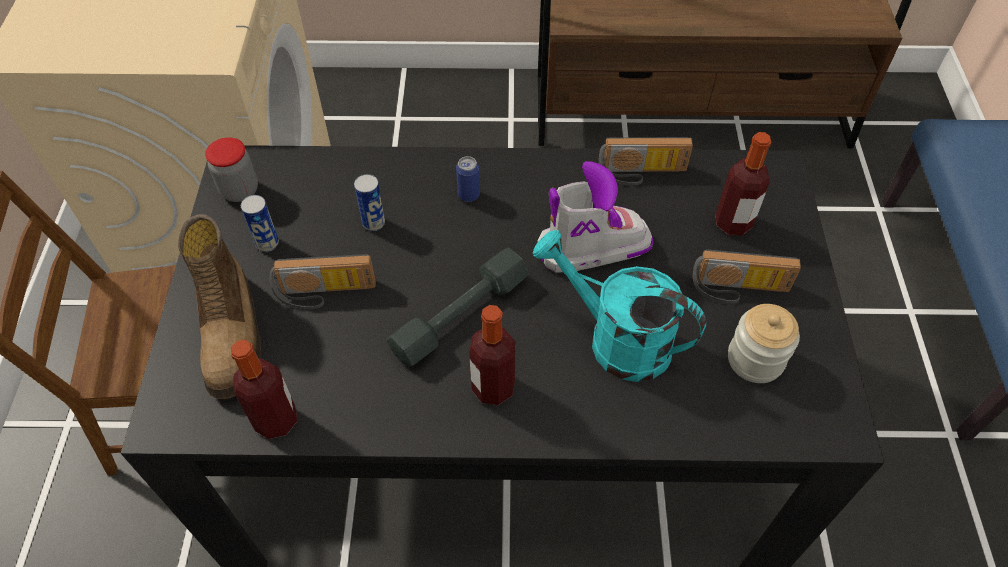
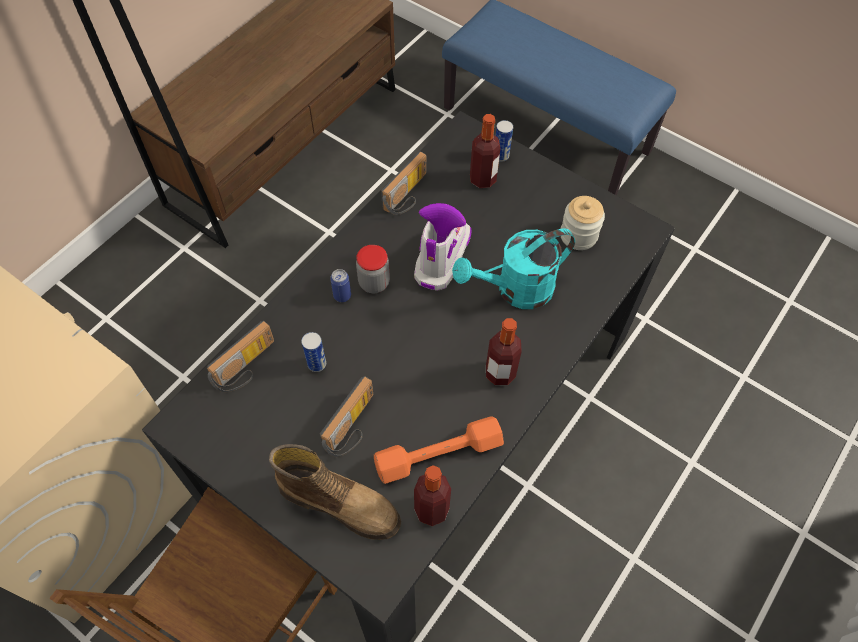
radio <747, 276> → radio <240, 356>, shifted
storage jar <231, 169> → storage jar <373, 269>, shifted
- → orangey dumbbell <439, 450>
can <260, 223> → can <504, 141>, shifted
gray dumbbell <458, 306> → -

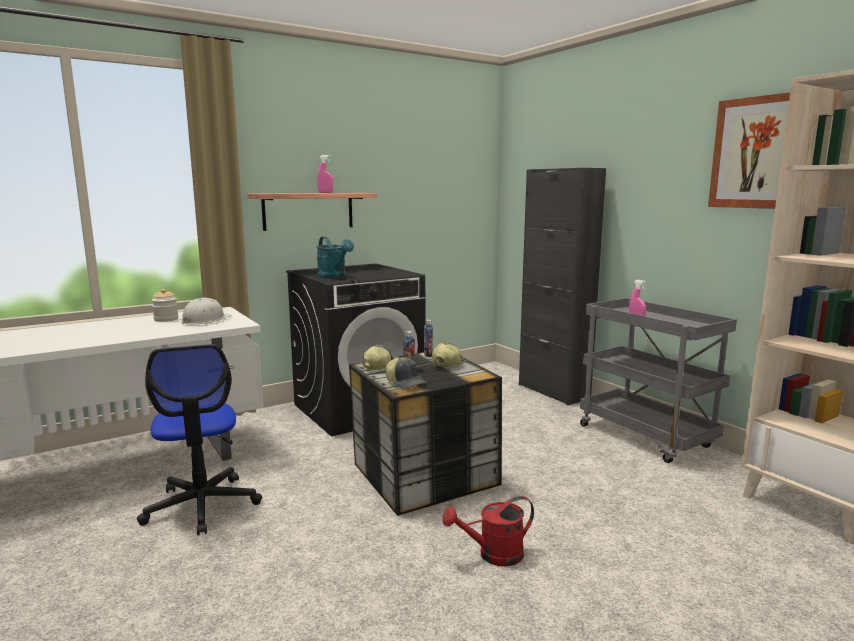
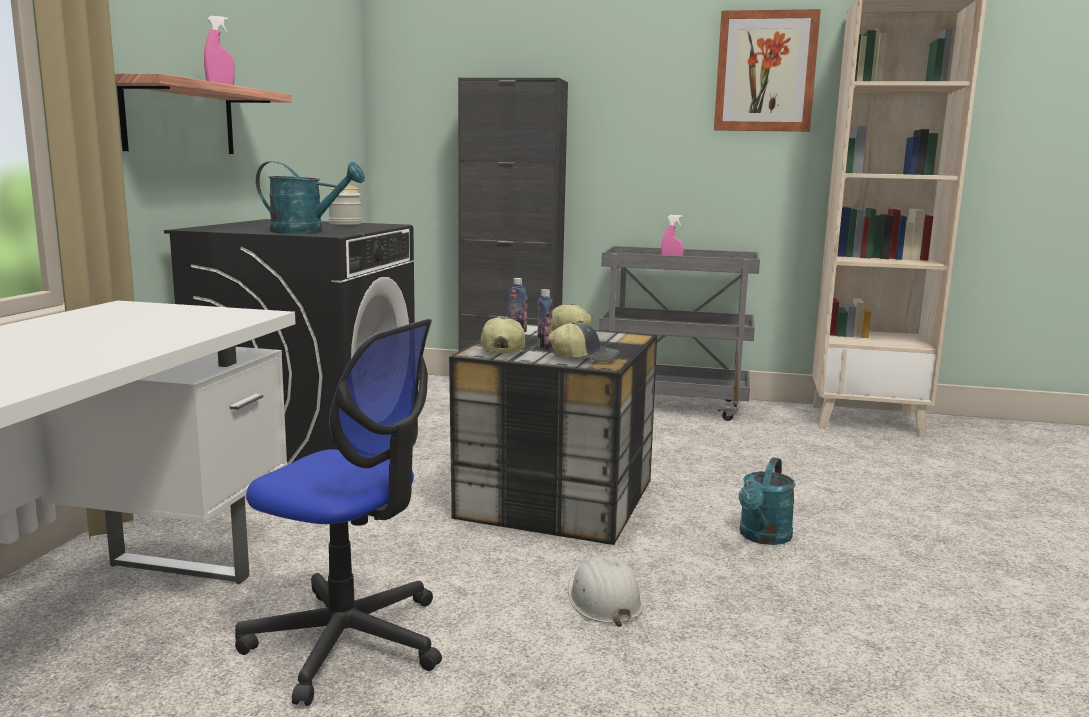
storage jar <165, 305> → storage jar <345, 205>, shifted
white-coloured work helmet <206, 311> → white-coloured work helmet <606, 590>, shifted
reddish sprinkling can <488, 531> → turquoise-coloured sprinkling can <767, 501>

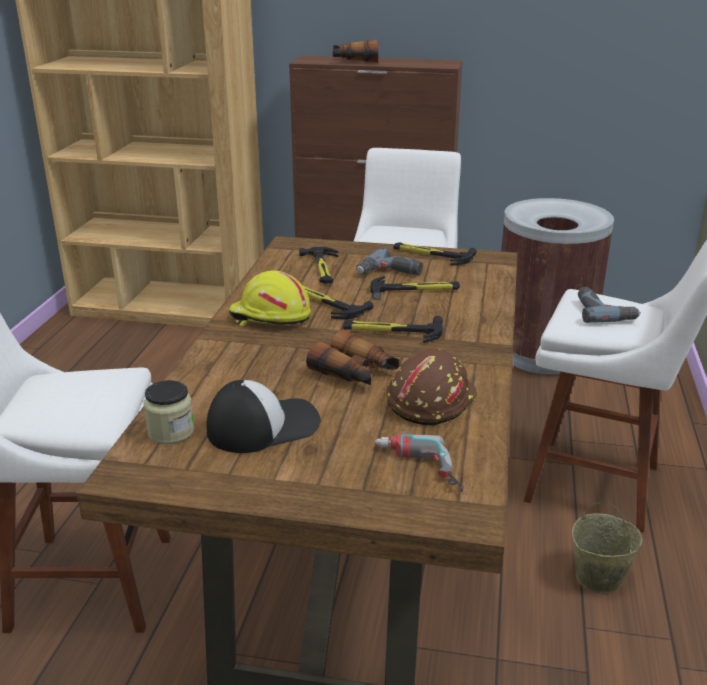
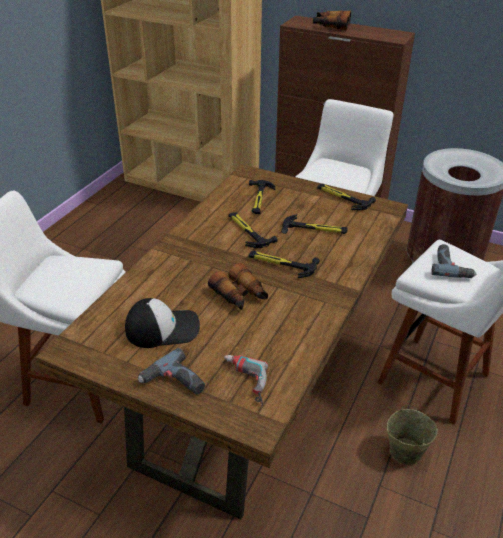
drill <389, 261> → drill <171, 371>, shifted
storage jar <169, 412> → -
yellowish work helmet <270, 298> → -
brown-coloured work helmet <432, 387> → -

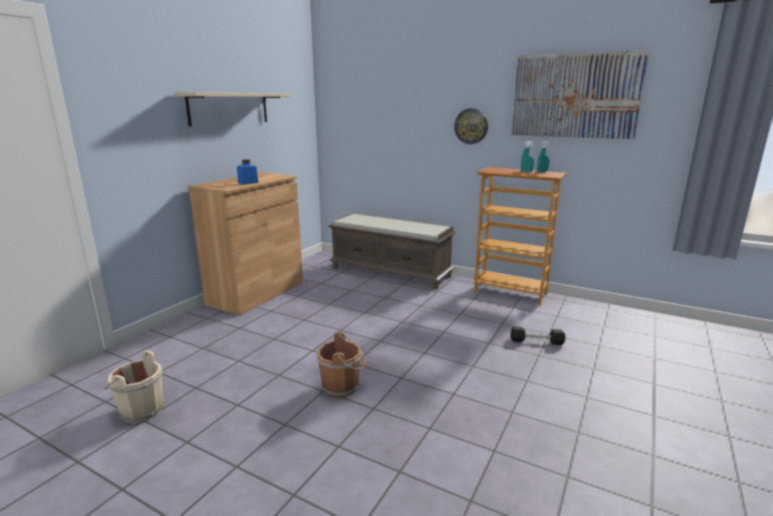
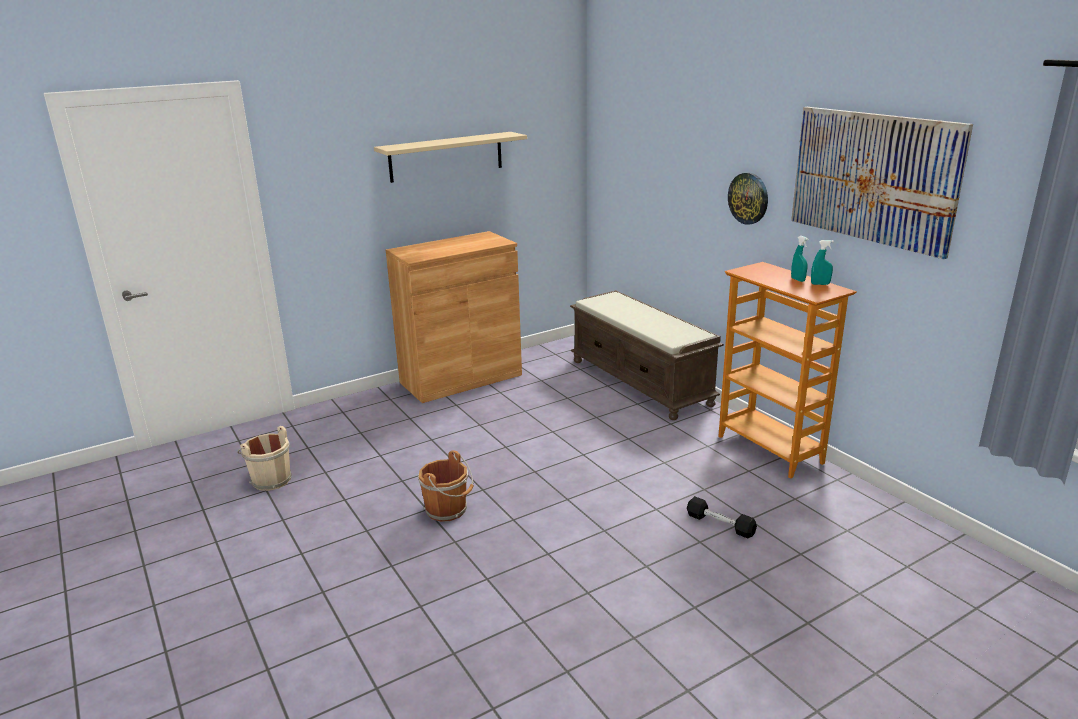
blue storage jar <247, 172> → -

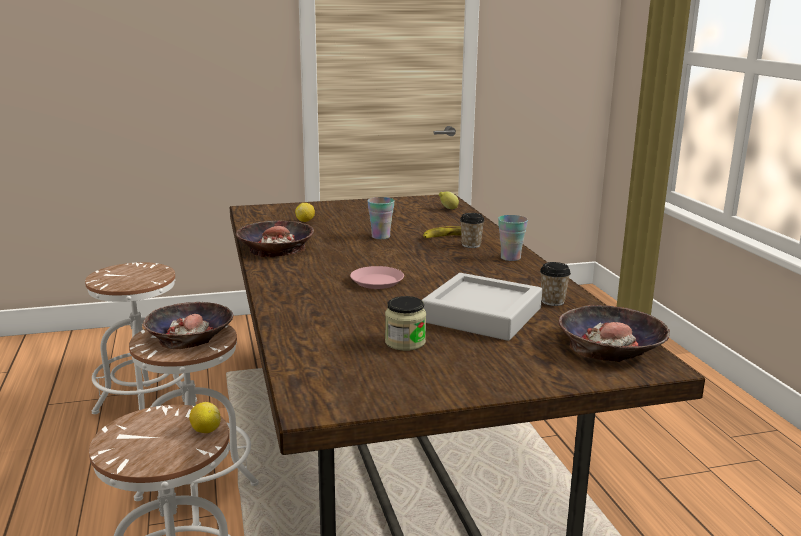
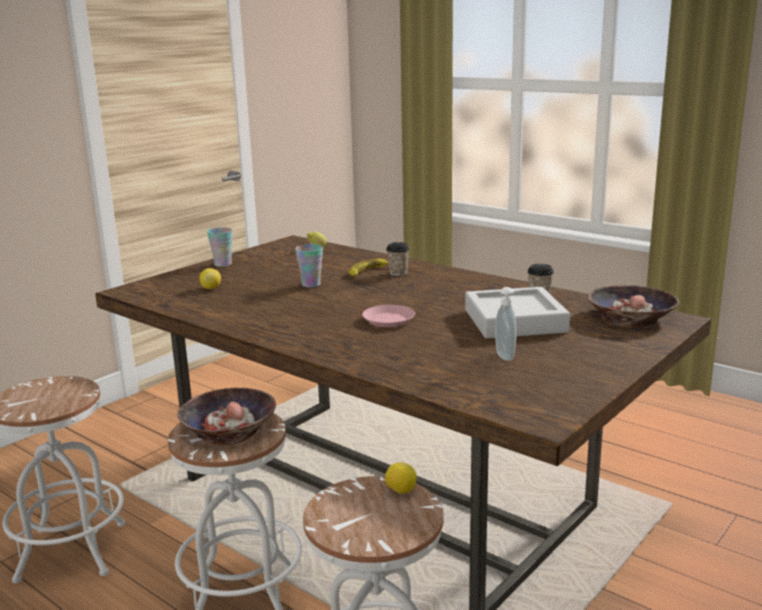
small cup <513, 238> → small cup <220, 247>, shifted
storage jar <405, 323> → liquid soap bottle <507, 324>
deep dish <275, 239> → -

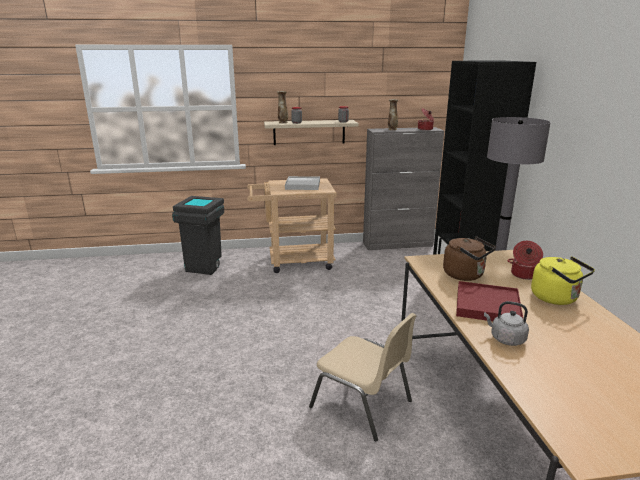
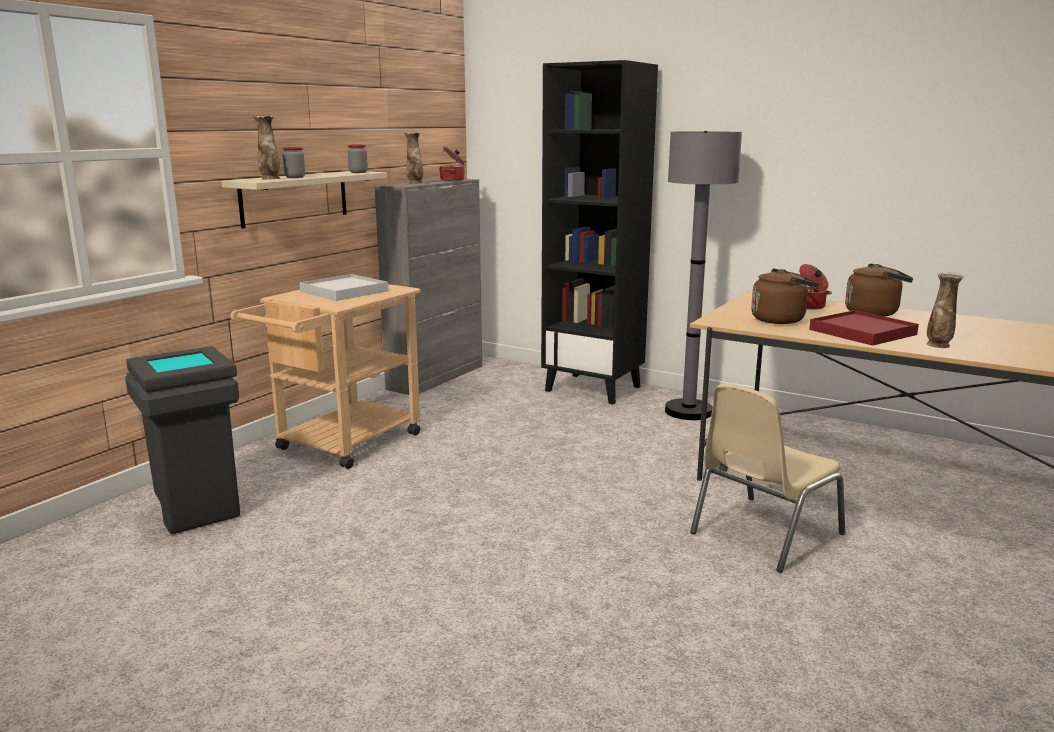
sand-coloured chair <362, 377> → sand-coloured chair <767, 478>, 150 degrees clockwise
yellowish tea kettle <563, 280> → brown-coloured tea kettle <879, 290>
gray tea kettle <506, 323> → decorative vase <945, 310>

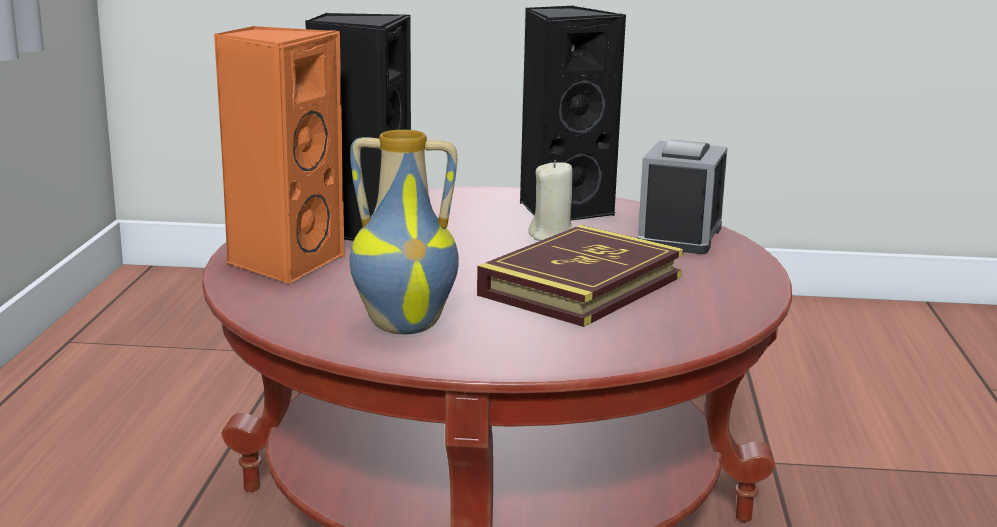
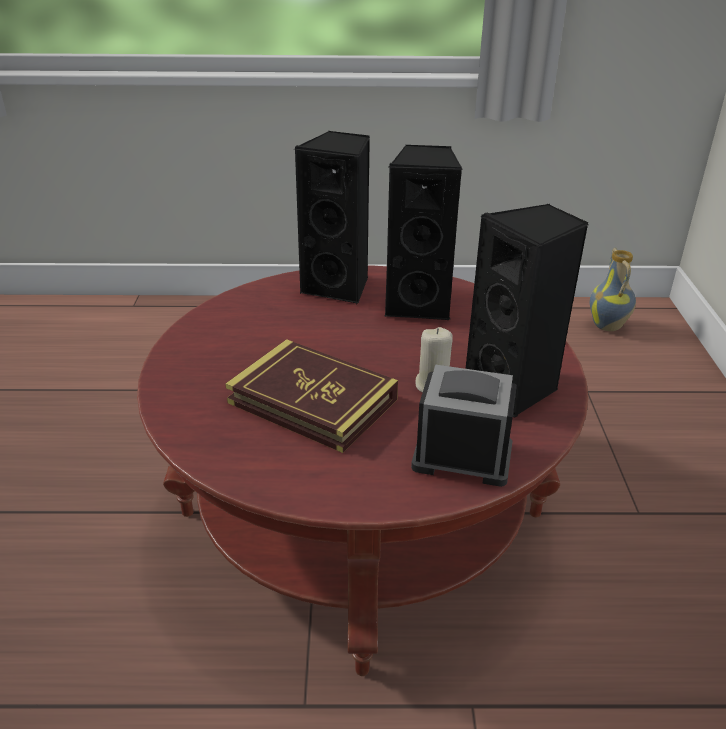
orangey loudspeaker <279, 155> → black loudspeaker <332, 217>
decorative vase <404, 232> → decorative vase <613, 289>, shifted

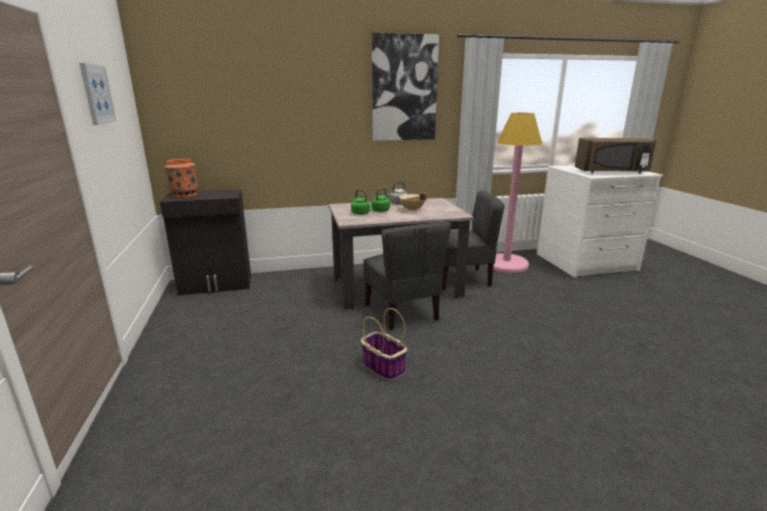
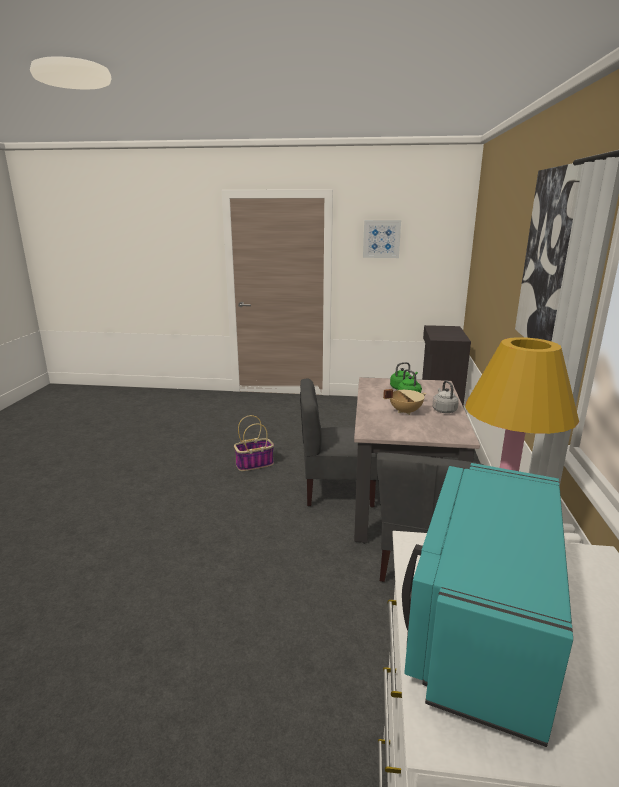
brown-coloured microwave <615, 156> → turquoise-coloured microwave <487, 605>
orangey decorative vase <181, 178> → -

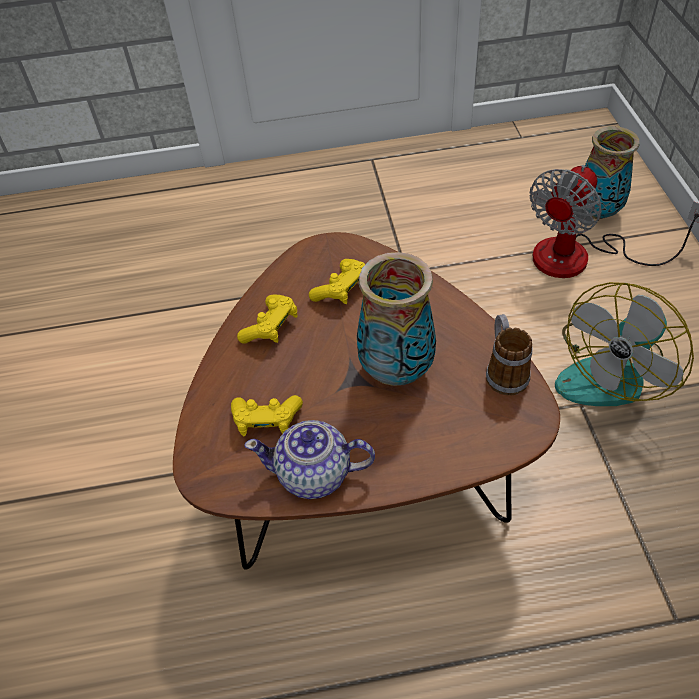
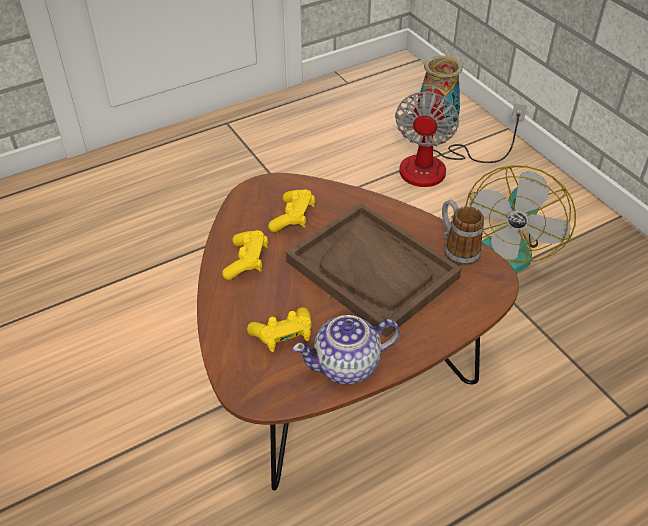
decorative vase <396, 319> → brown-coloured carrying tray <374, 270>

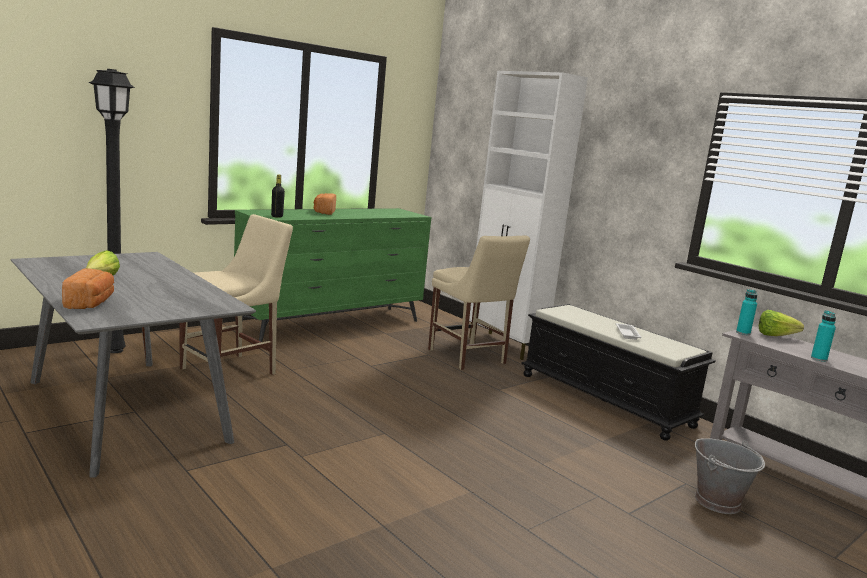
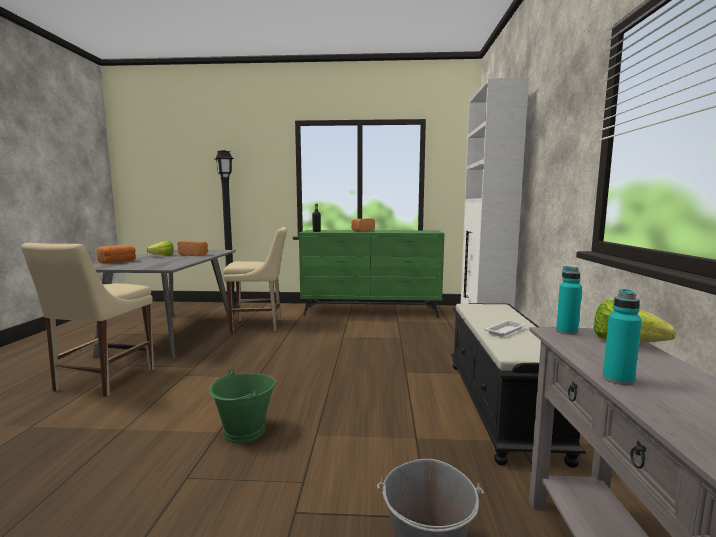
sand-coloured chair <479, 303> → sand-coloured chair <88, 320>, shifted
- → bread <193, 248>
- → greenish water bucket <243, 406>

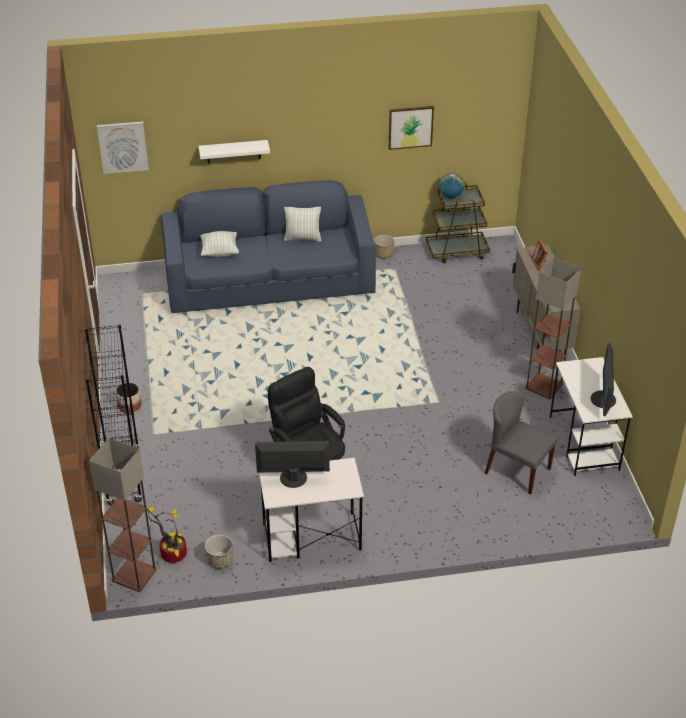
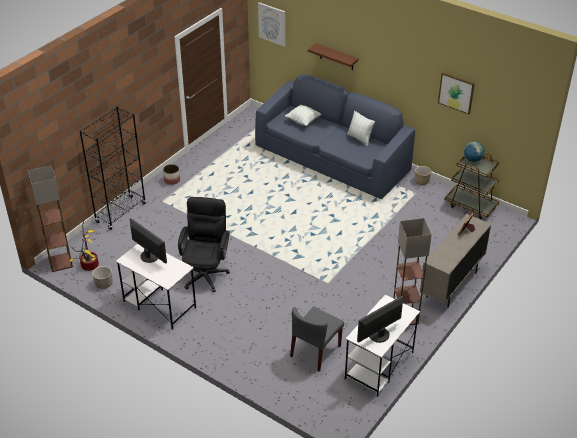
gray chair <521, 442> → gray chair <317, 339>, 135 degrees counterclockwise
white-coloured shelf <234, 152> → brown-coloured shelf <333, 56>

